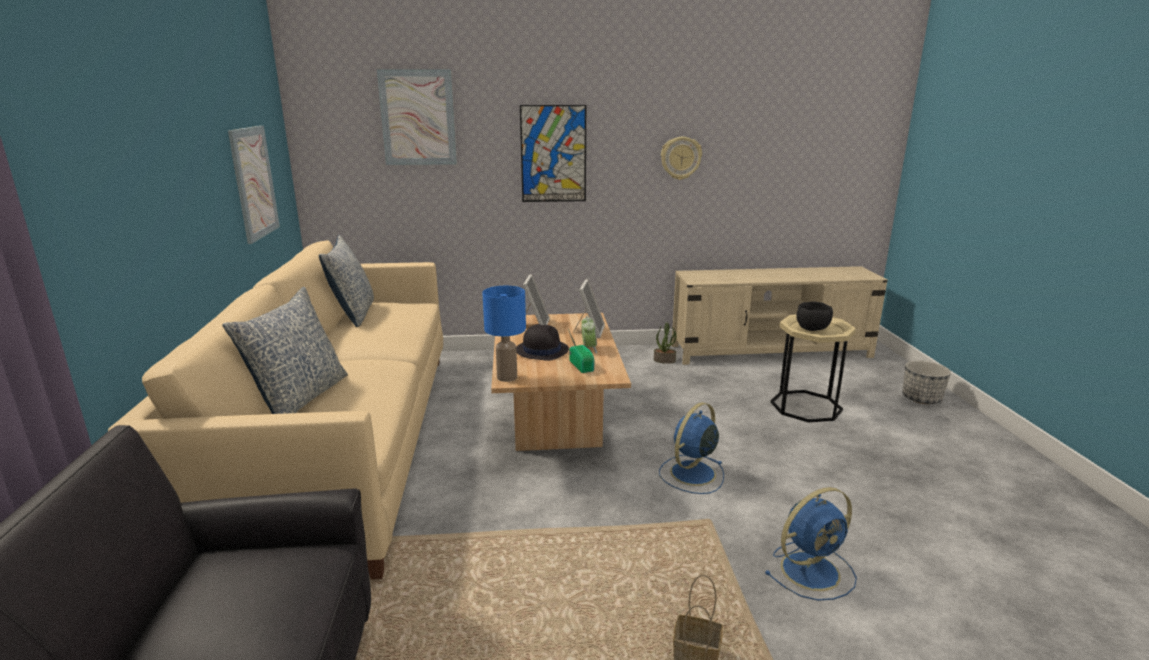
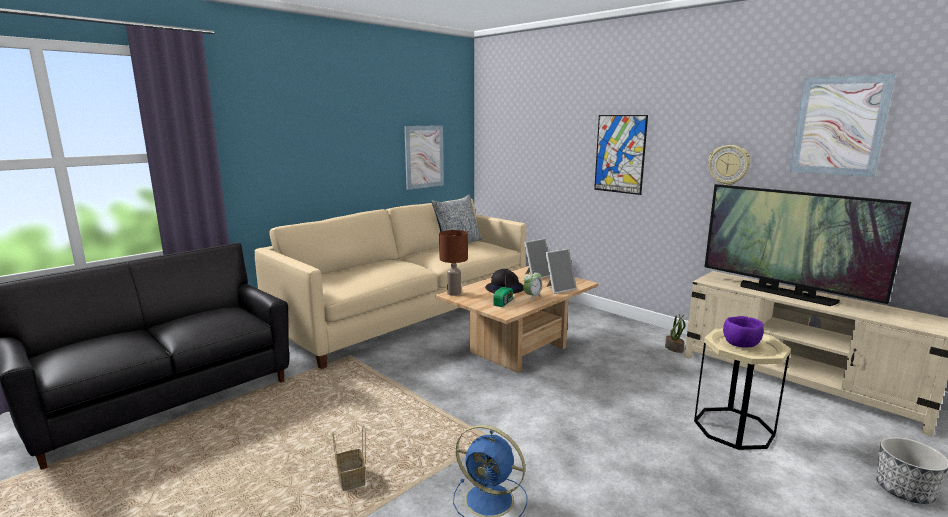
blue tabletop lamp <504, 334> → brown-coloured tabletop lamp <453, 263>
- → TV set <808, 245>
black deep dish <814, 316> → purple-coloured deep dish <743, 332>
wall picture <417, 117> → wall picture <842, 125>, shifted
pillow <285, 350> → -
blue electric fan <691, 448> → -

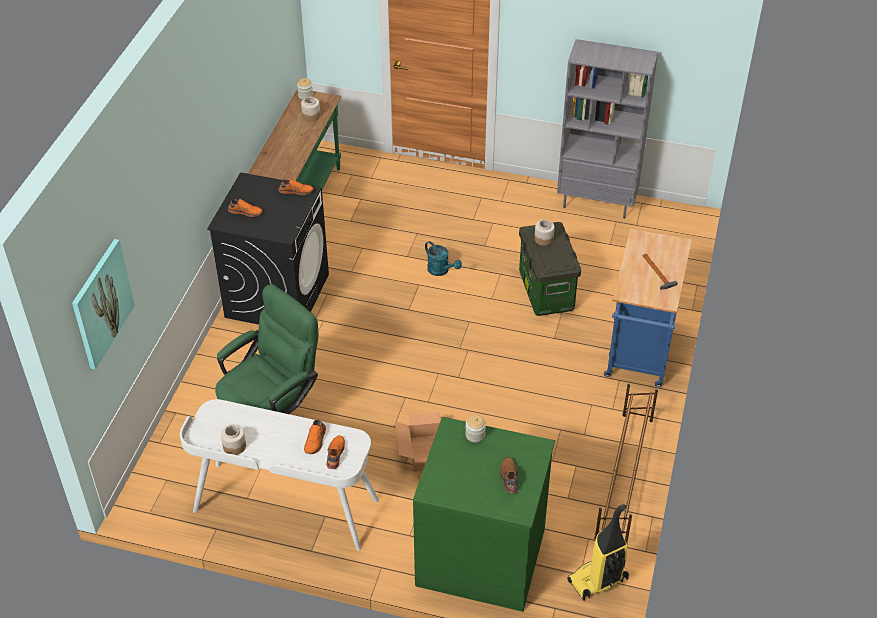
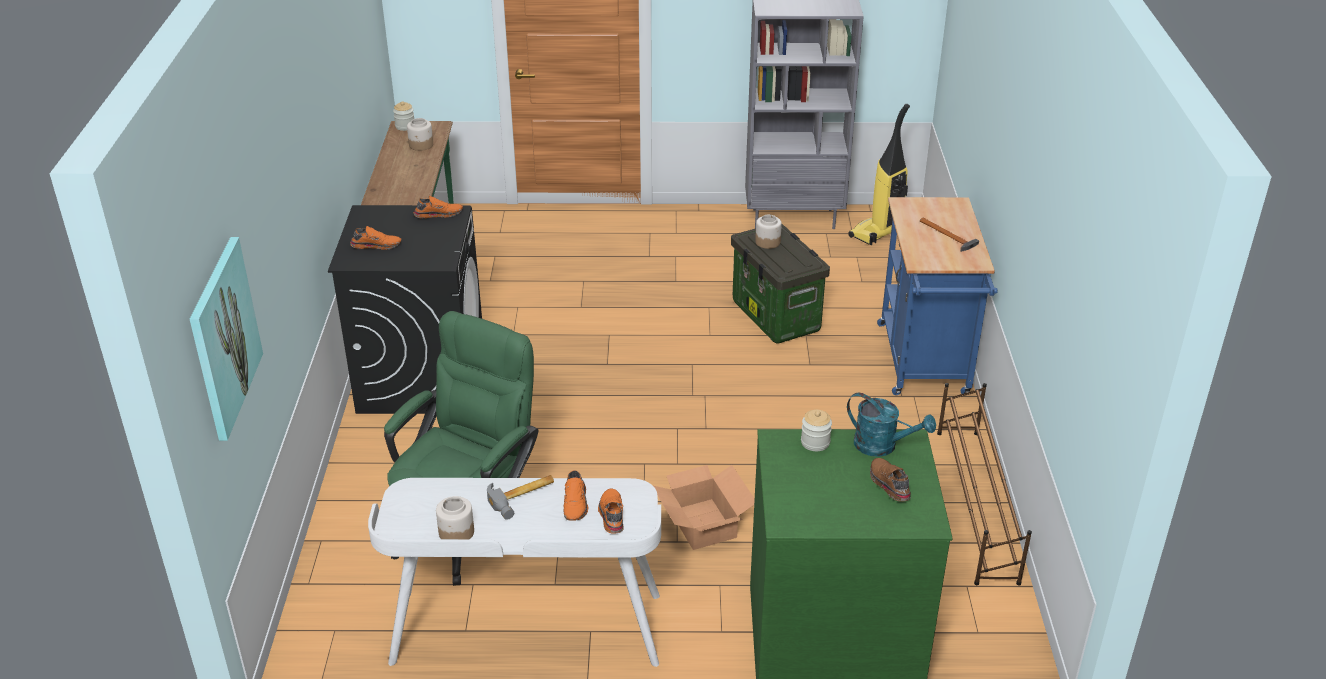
- → tool hammer <520, 497>
turquoise-coloured sprinkling can <443, 258> → turquoise-coloured sprinkling can <891, 425>, shifted
vacuum <598, 552> → vacuum <879, 174>, shifted

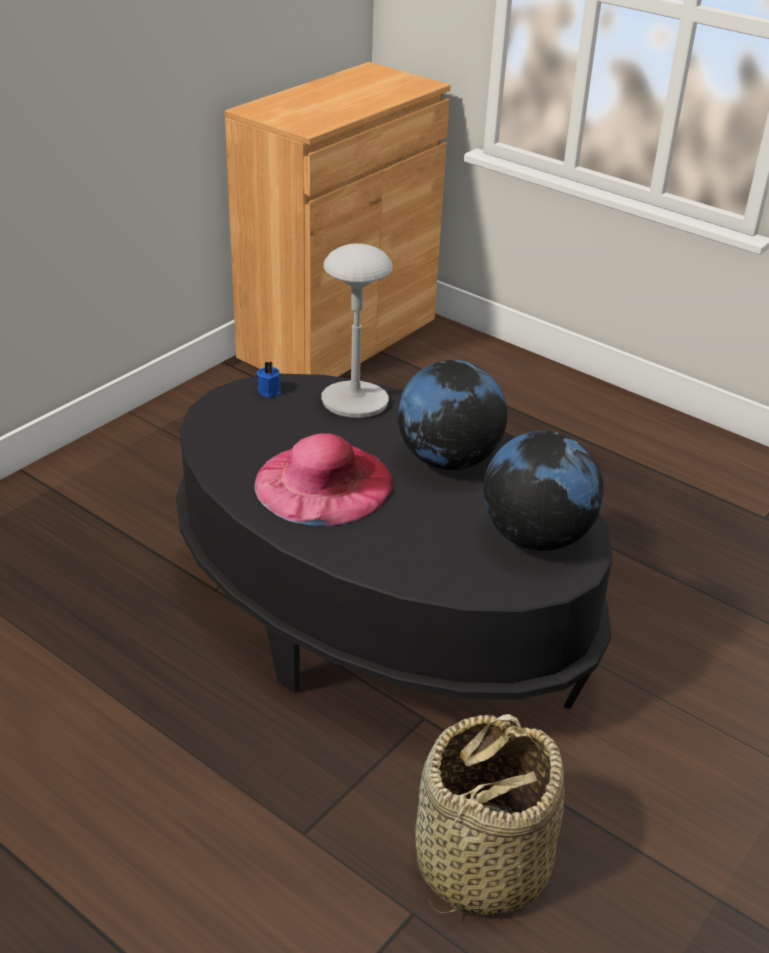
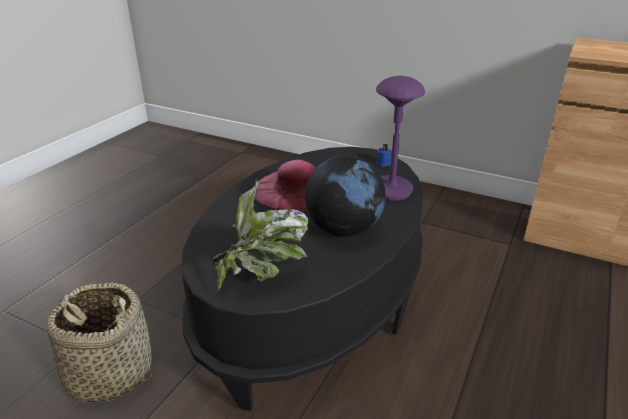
world globe <543, 491> → plant in a pot <260, 233>
gray tabletop lamp <357, 330> → purple-coloured tabletop lamp <400, 138>

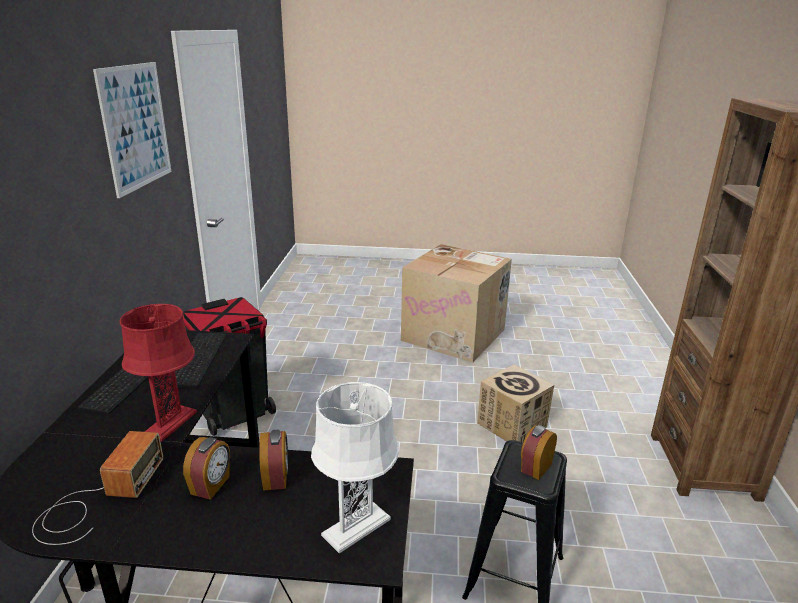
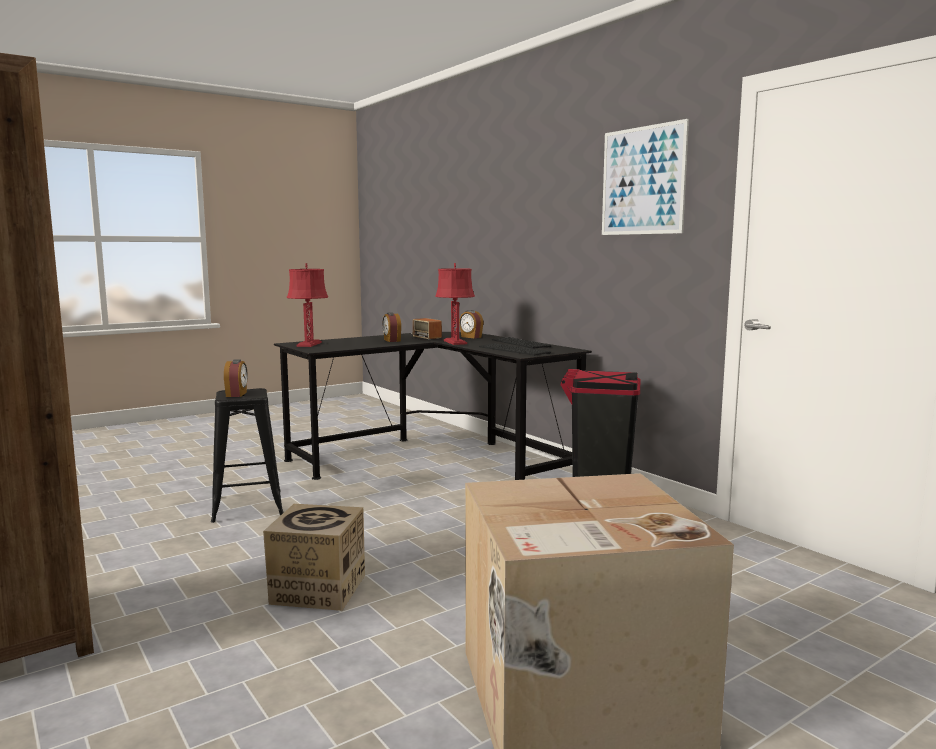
white-coloured tabletop lamp <355, 467> → reddish tabletop lamp <307, 305>
table clock <273, 460> → table clock <471, 324>, shifted

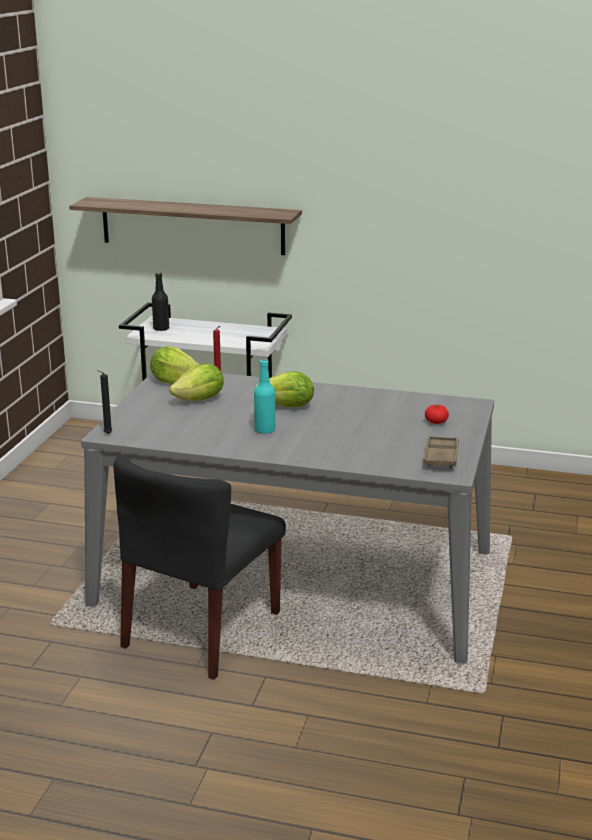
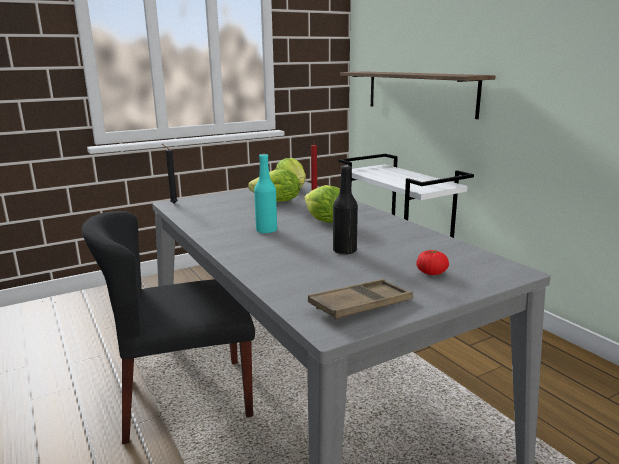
black beverage bottle <160, 301> → black beverage bottle <345, 209>, shifted

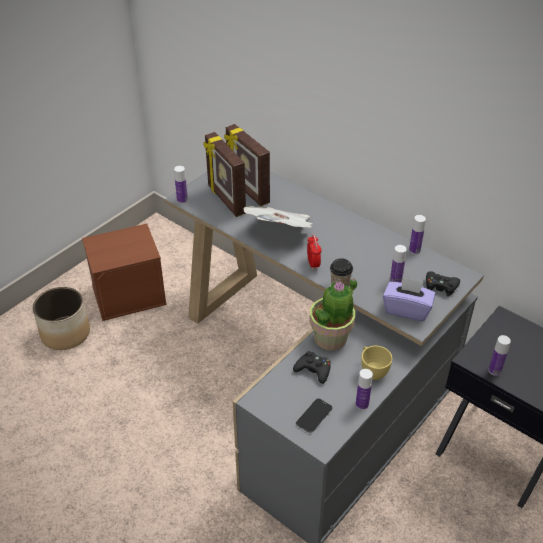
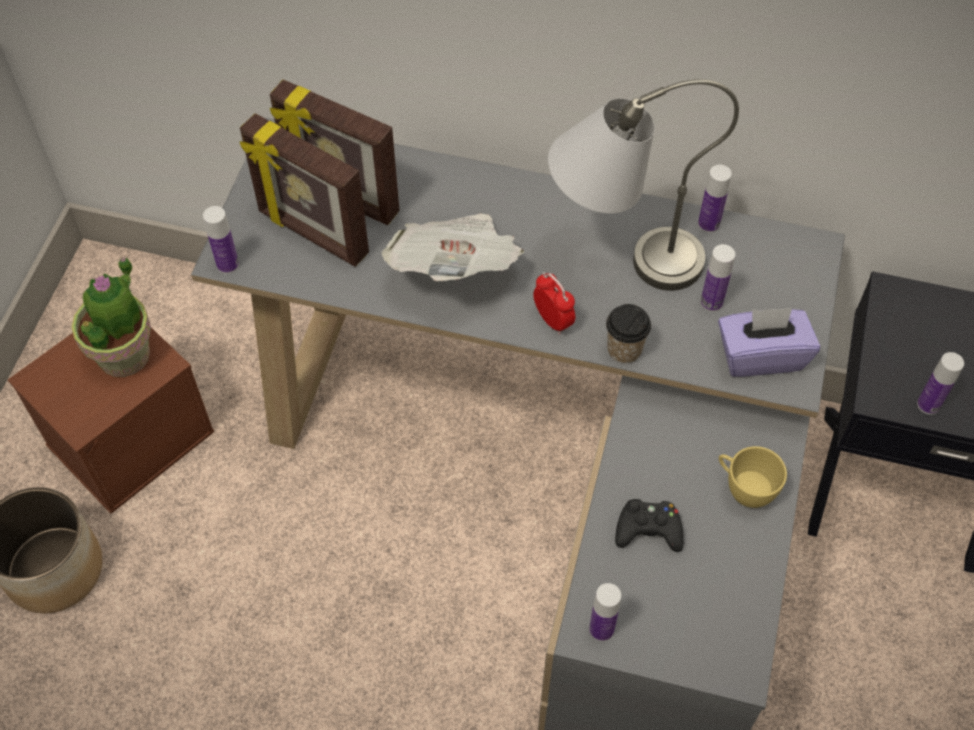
plant in a pot <333, 314> → plant in a pot <111, 317>, shifted
- → gray tabletop lamp <643, 185>
beverage bottle <364, 389> → beverage bottle <605, 612>, shifted
telephone <314, 415> → -
black joypad <443, 284> → -

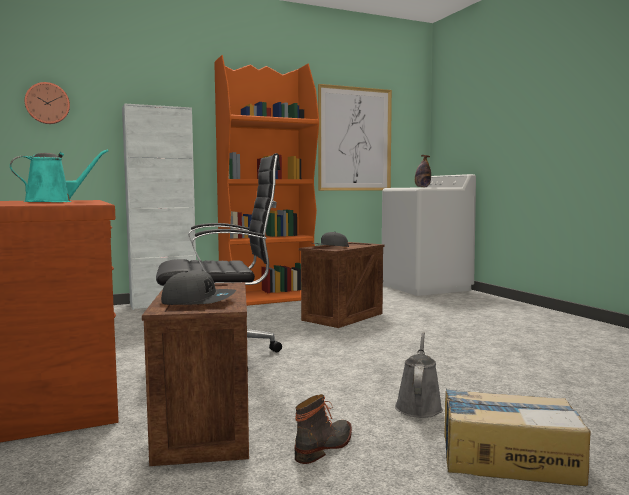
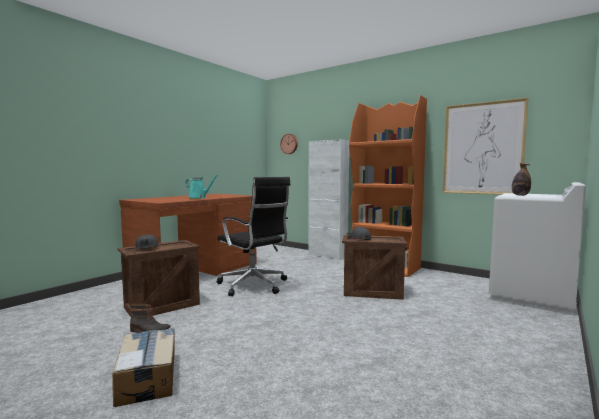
gray sprinkling can <419, 375> → -

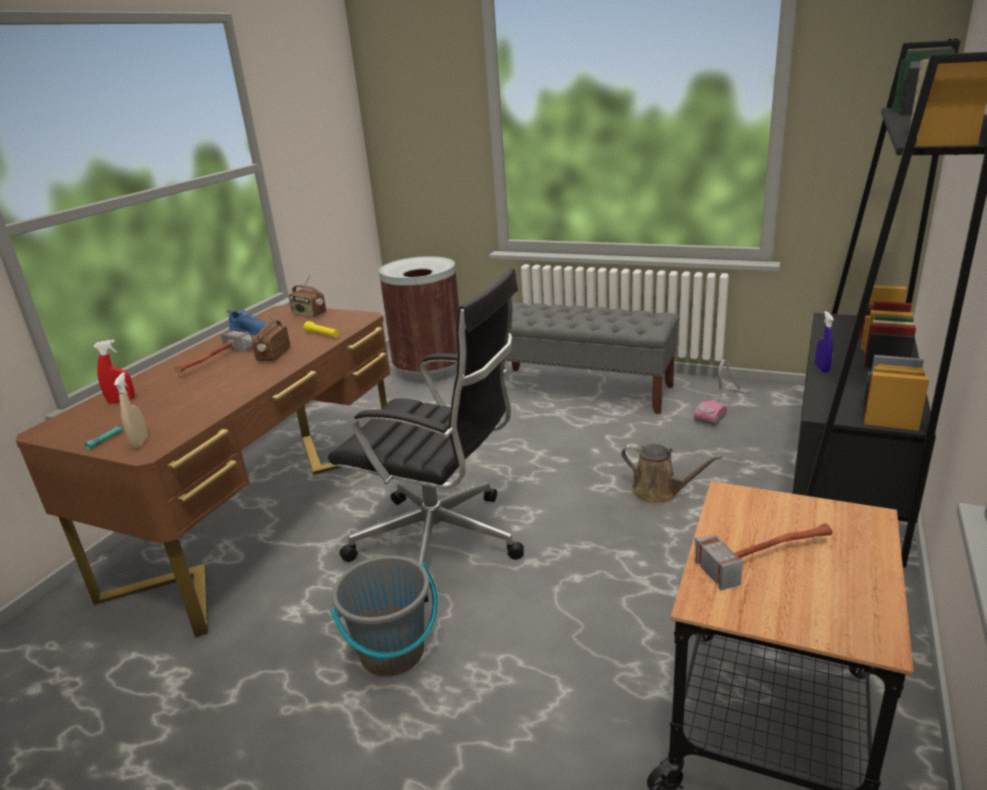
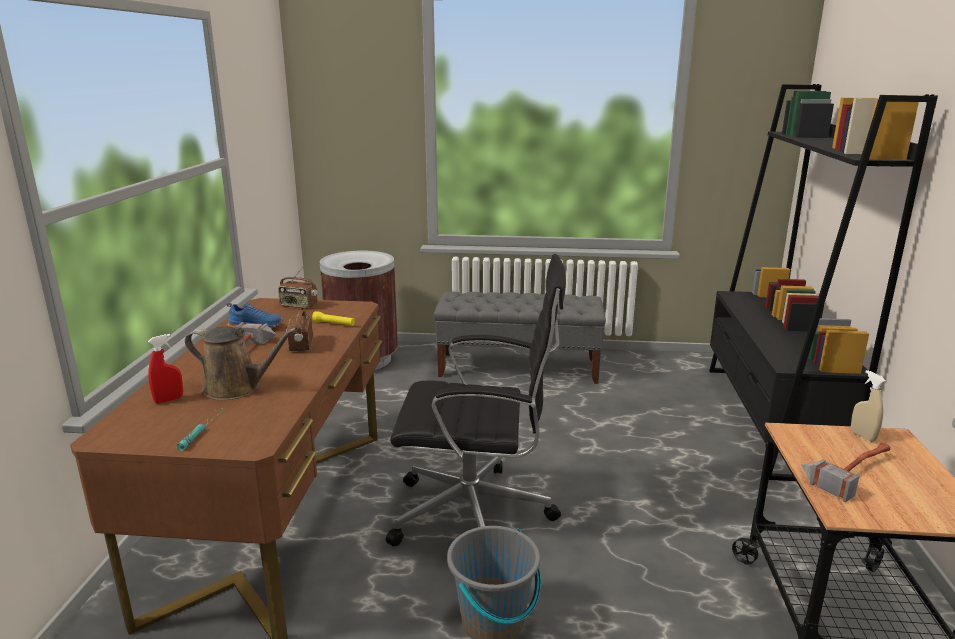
brown-coloured sprinkling can <672, 473> → brown-coloured sprinkling can <241, 363>, shifted
sand-coloured spray bottle <131, 410> → sand-coloured spray bottle <868, 406>, shifted
vacuum <722, 392> → -
blue spray bottle <824, 342> → -

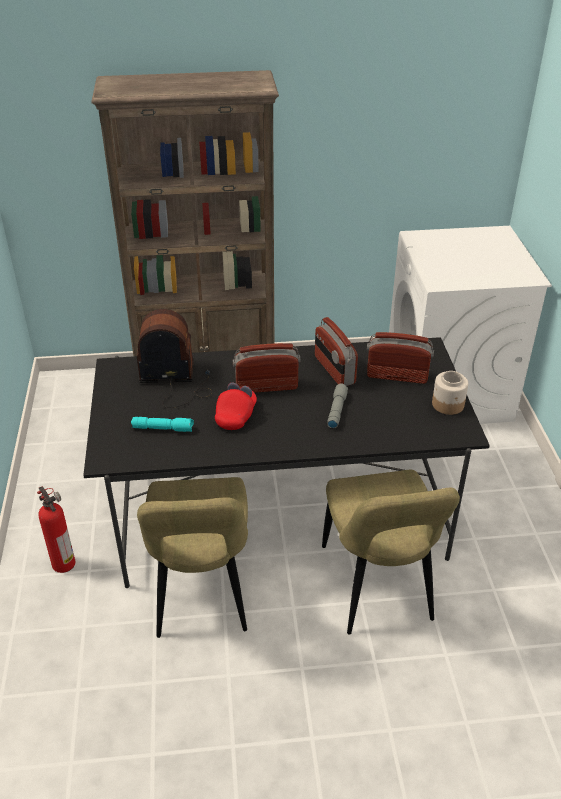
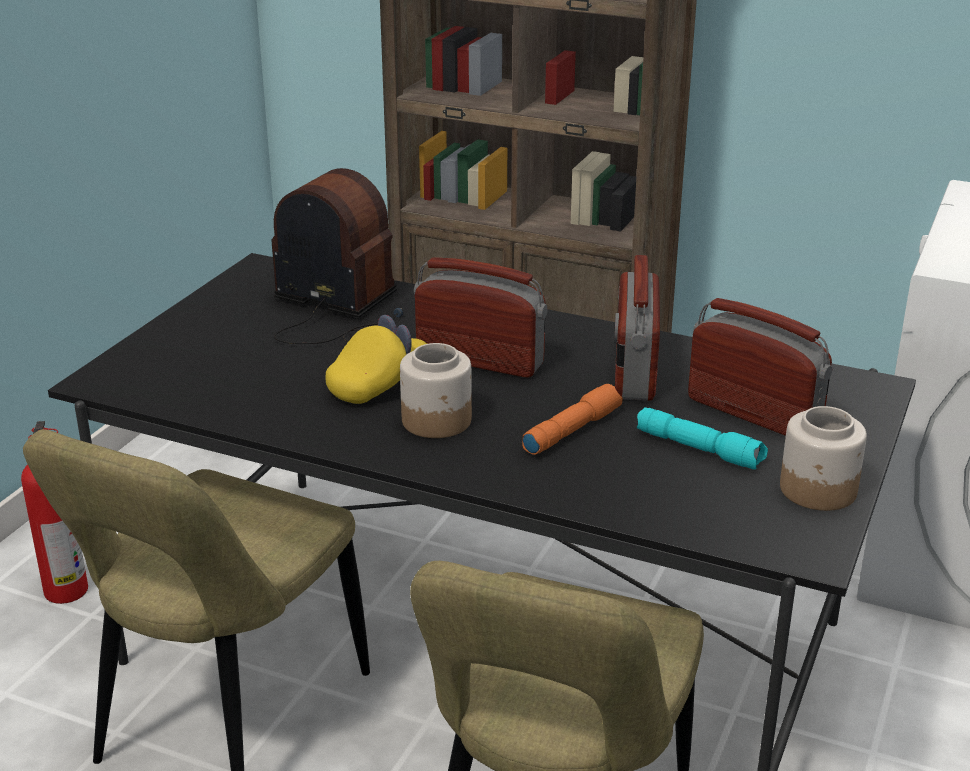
reddish baseball cap <236, 406> → yellowish baseball cap <376, 359>
- → storage jar <436, 390>
gray flashlight <337, 405> → orangey flashlight <572, 419>
turquoise-coloured flashlight <162, 424> → turquoise-coloured flashlight <702, 438>, shifted

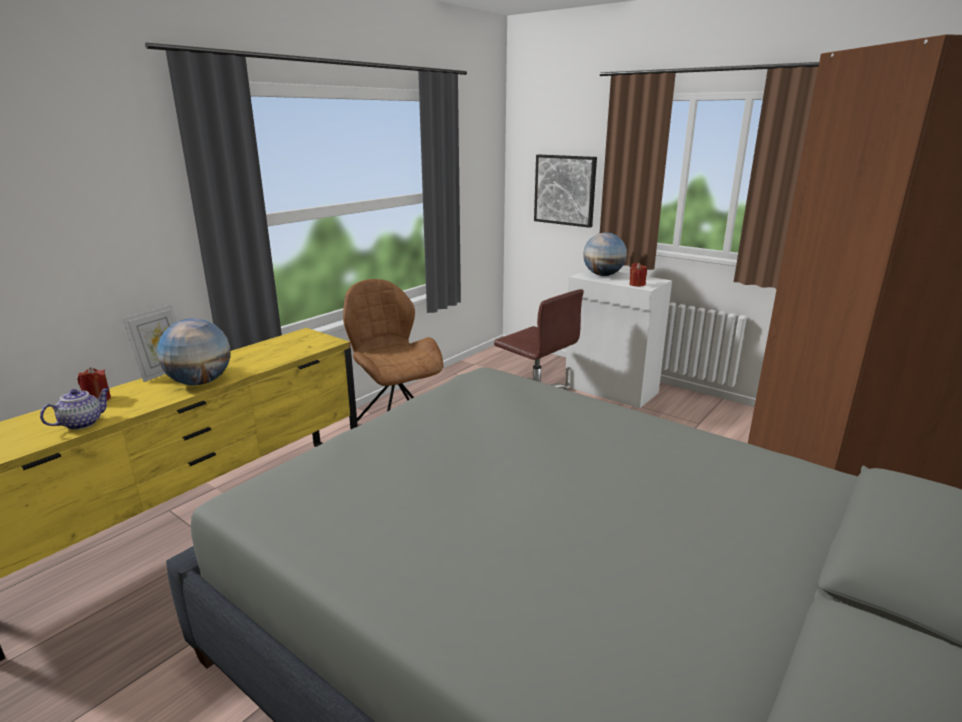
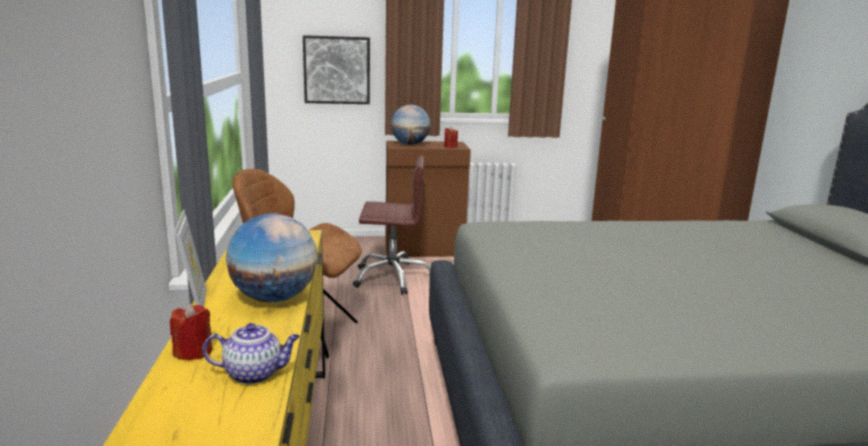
pot for tea <75, 409> → pot for tea <251, 353>, 90 degrees clockwise
white-coloured cupboard <618, 338> → brown-coloured cupboard <428, 199>

